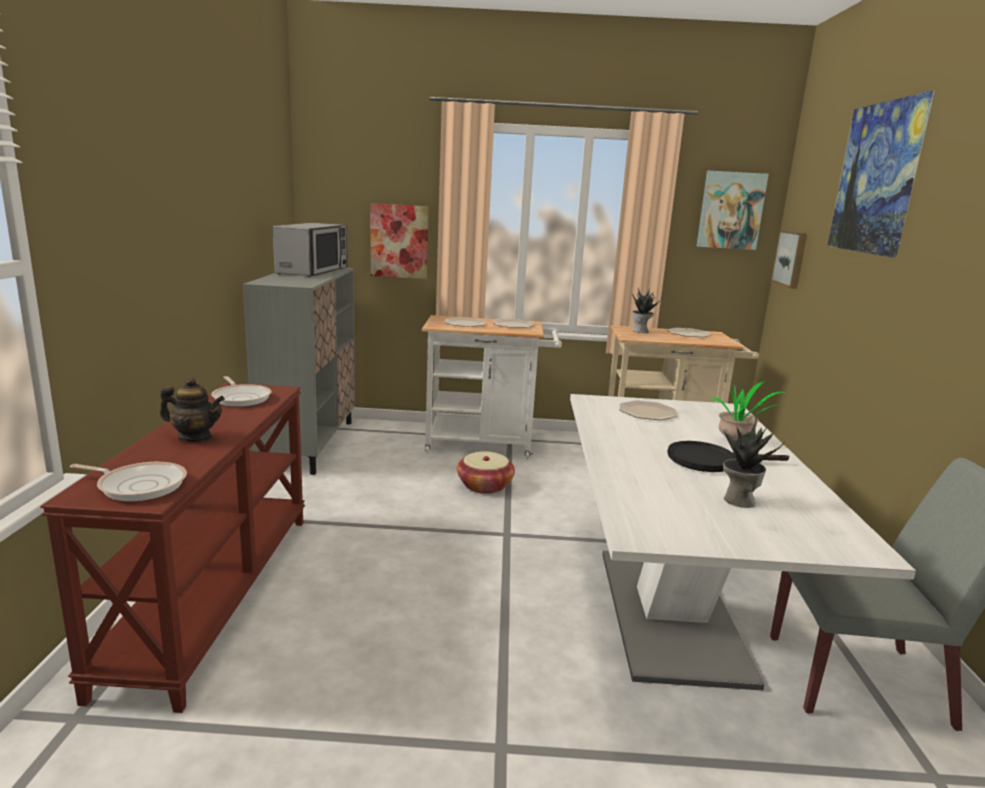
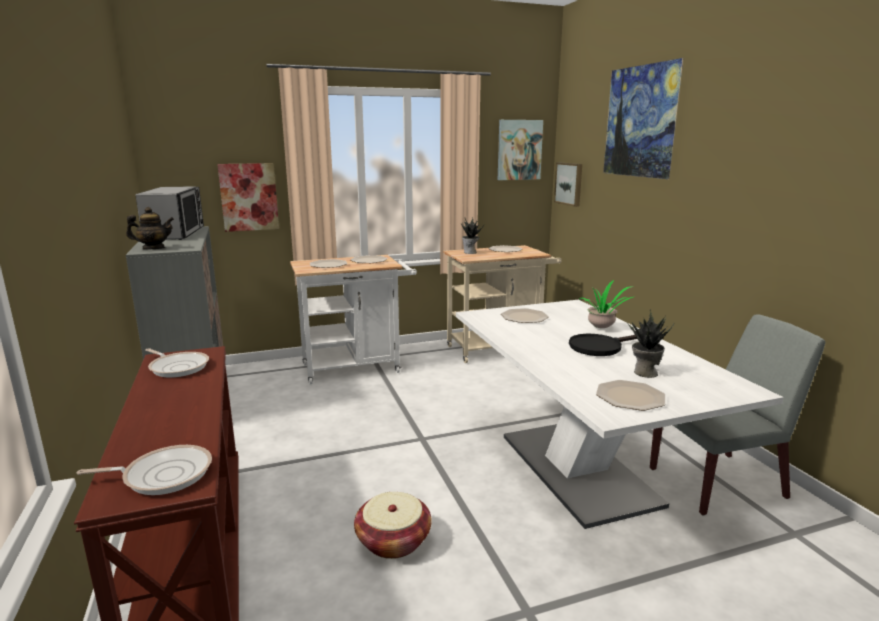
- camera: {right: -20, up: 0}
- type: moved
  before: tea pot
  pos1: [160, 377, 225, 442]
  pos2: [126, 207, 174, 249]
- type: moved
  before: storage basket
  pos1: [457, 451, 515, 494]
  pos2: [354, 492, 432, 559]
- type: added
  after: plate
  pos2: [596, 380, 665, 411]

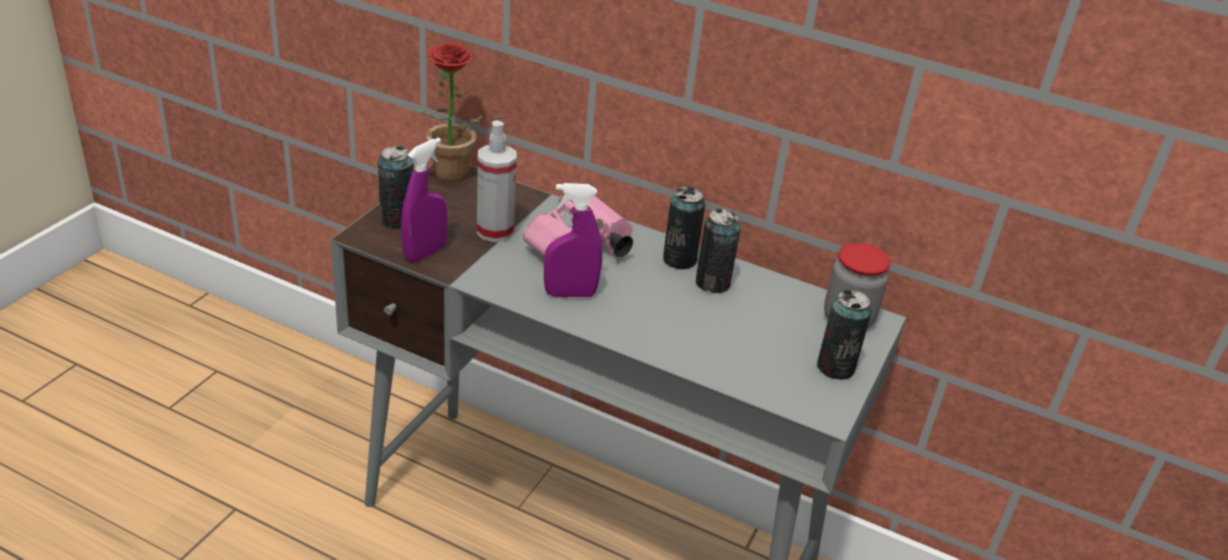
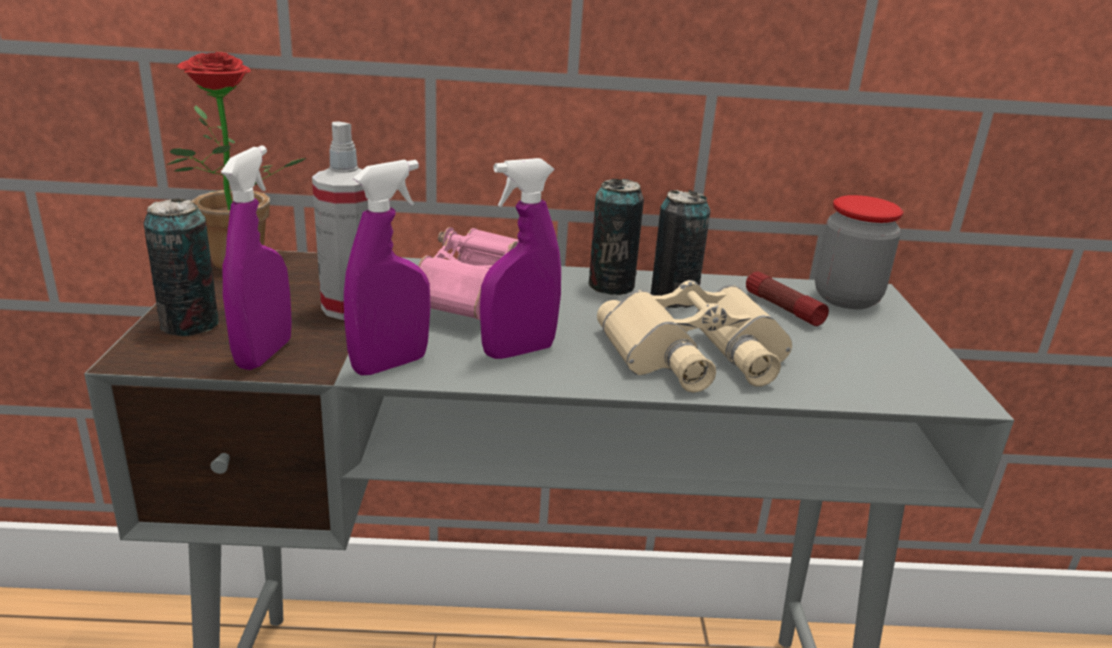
- camera: {right: -25, up: -10}
- type: removed
  before: can
  pos1: [817, 290, 871, 380]
- type: added
  after: sprayer (purple)
  pos2: [344, 160, 431, 375]
- type: added
  after: torch
  pos2: [746, 271, 829, 326]
- type: added
  after: binoculars (beige-coloured)
  pos2: [597, 280, 792, 393]

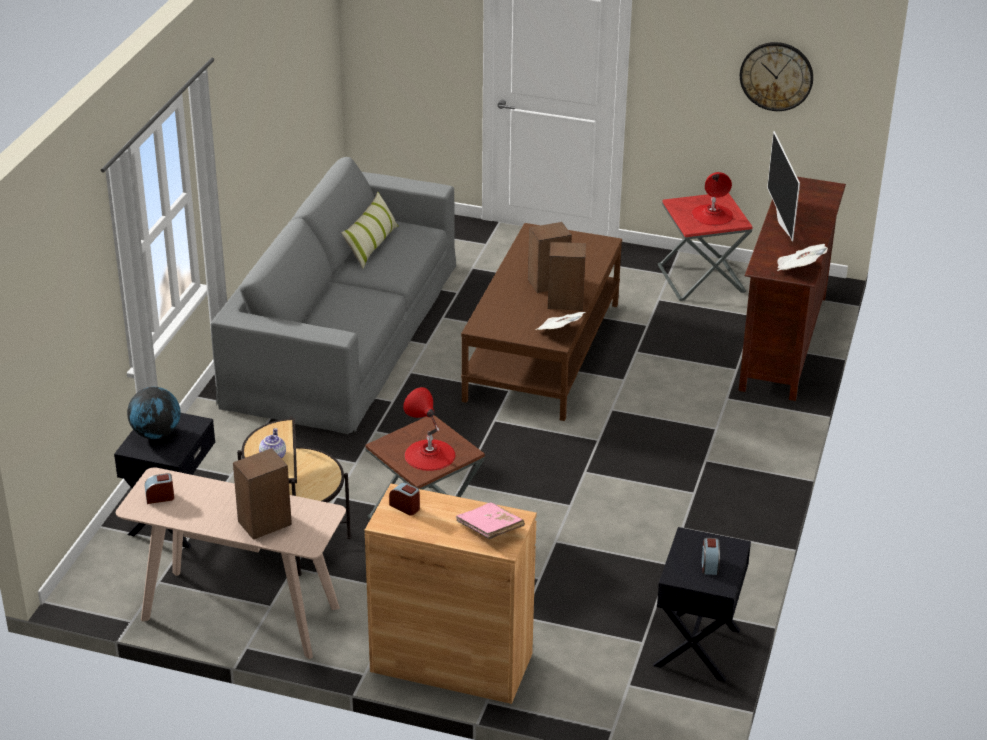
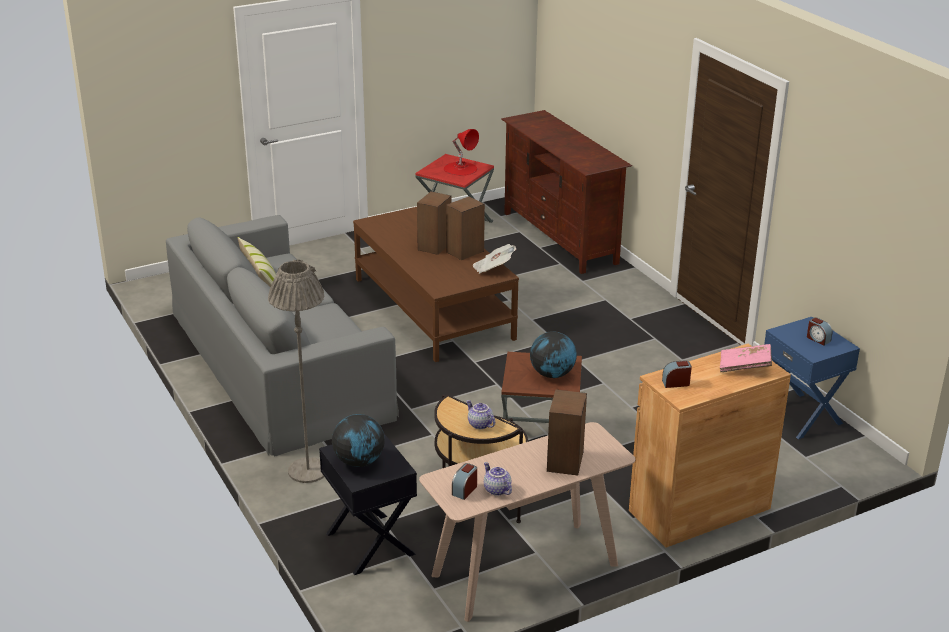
- camera: {right: -45, up: -5}
- type: removed
  before: clock on the wall
  pos1: [740, 42, 813, 111]
- type: removed
  before: TV set
  pos1: [767, 131, 800, 242]
- type: removed
  before: newspaper
  pos1: [777, 244, 828, 271]
- type: replaced
  before: lamp for a table (red)
  after: world globe
  pos1: [403, 387, 455, 471]
  pos2: [530, 331, 577, 378]
- type: recoloured
  before: bedside table (black)
  after: bedside table (bluish)
  pos1: [653, 527, 751, 682]
  pos2: [764, 317, 860, 439]
- type: added
  after: standard lamp (grey)
  pos2: [268, 260, 324, 483]
- type: added
  after: tea pot
  pos2: [484, 462, 512, 496]

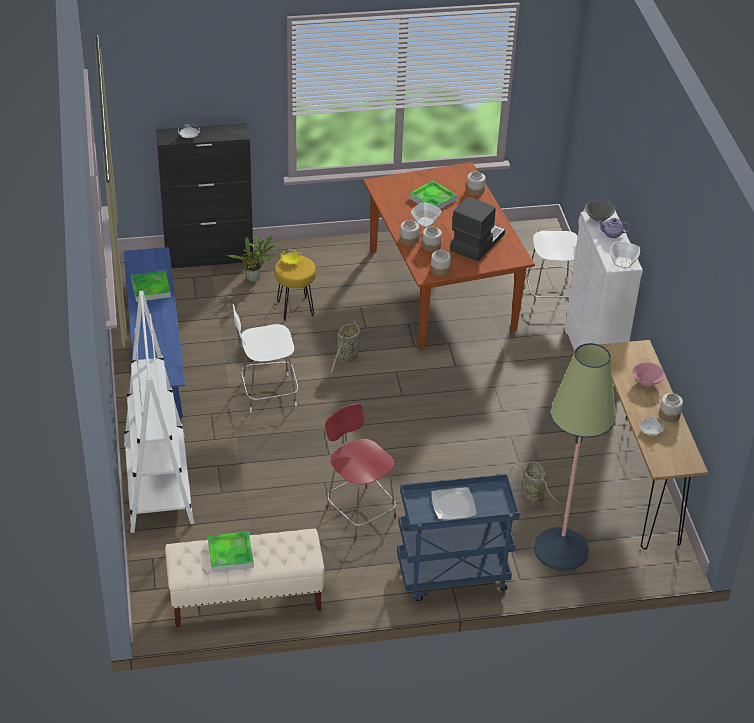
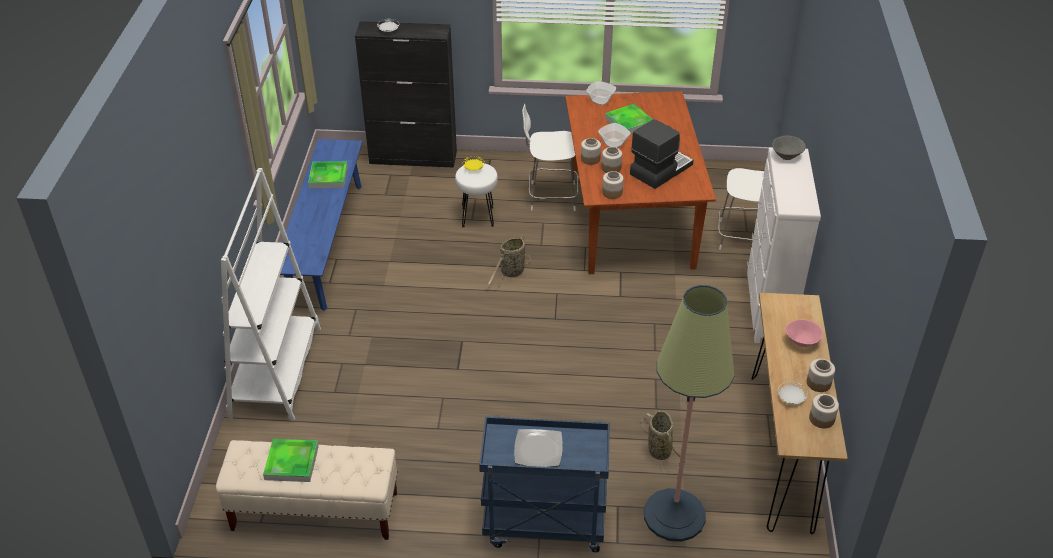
- camera: {right: 15, up: 0}
- type: moved
  before: jar
  pos1: [466, 171, 485, 196]
  pos2: [809, 394, 839, 429]
- type: removed
  before: tea pot
  pos1: [598, 218, 630, 238]
- type: removed
  before: houseplant
  pos1: [226, 234, 276, 282]
- type: moved
  before: deep dish
  pos1: [610, 241, 640, 268]
  pos2: [586, 81, 616, 105]
- type: recoloured
  before: stool (yellow-coloured)
  after: stool (white)
  pos1: [274, 256, 316, 321]
  pos2: [455, 163, 498, 228]
- type: moved
  before: chair (white)
  pos1: [233, 304, 298, 412]
  pos2: [522, 104, 579, 211]
- type: removed
  before: chair (red)
  pos1: [325, 403, 396, 540]

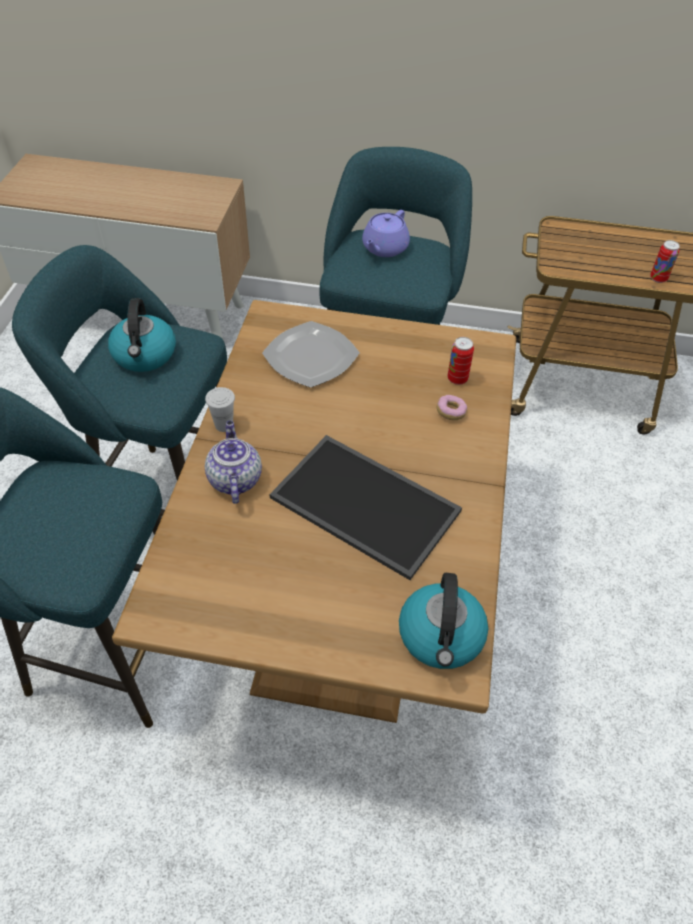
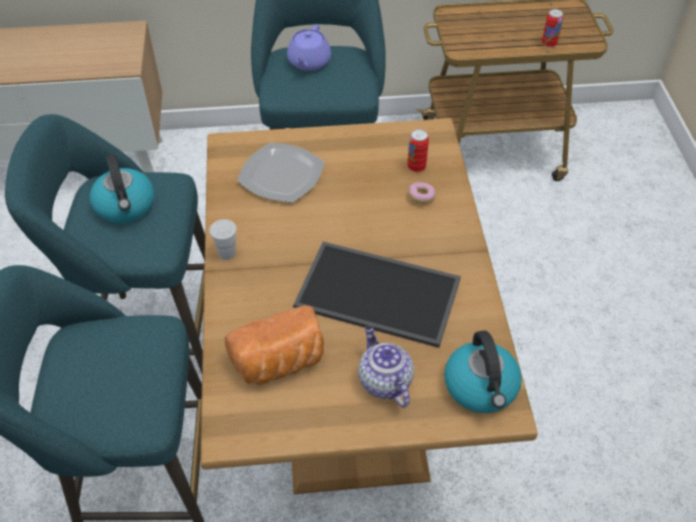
- camera: {right: -15, up: 0}
- type: moved
  before: tea pot
  pos1: [205, 421, 262, 504]
  pos2: [358, 325, 414, 408]
- type: added
  after: bakery bread
  pos2: [225, 305, 324, 385]

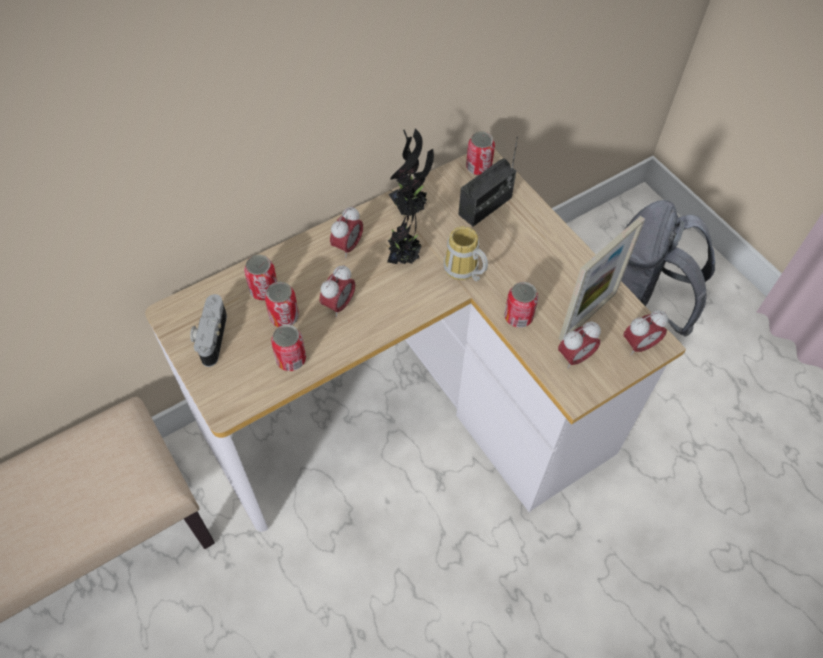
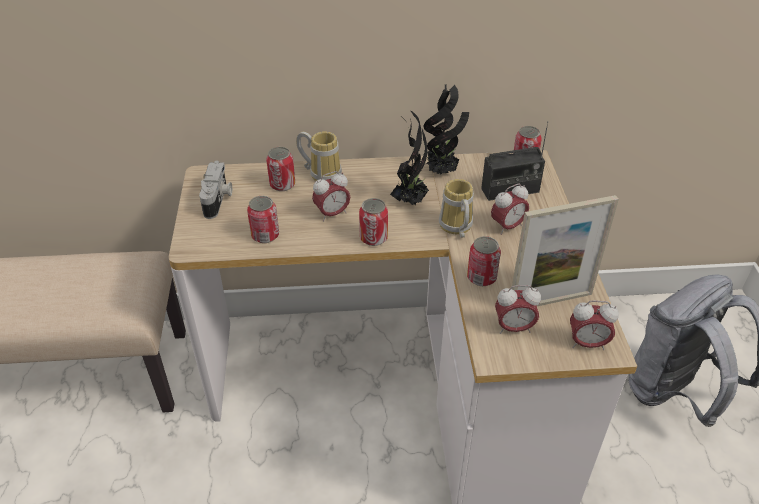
- camera: {right: 30, up: -15}
- type: moved
  before: table clock
  pos1: [330, 206, 363, 258]
  pos2: [491, 183, 529, 235]
- type: moved
  before: can
  pos1: [265, 282, 299, 327]
  pos2: [359, 198, 388, 246]
- type: turned
  before: photo camera
  pos1: [190, 294, 227, 367]
  pos2: [199, 160, 232, 219]
  turn: 150
- type: added
  after: tea mug
  pos2: [296, 131, 342, 181]

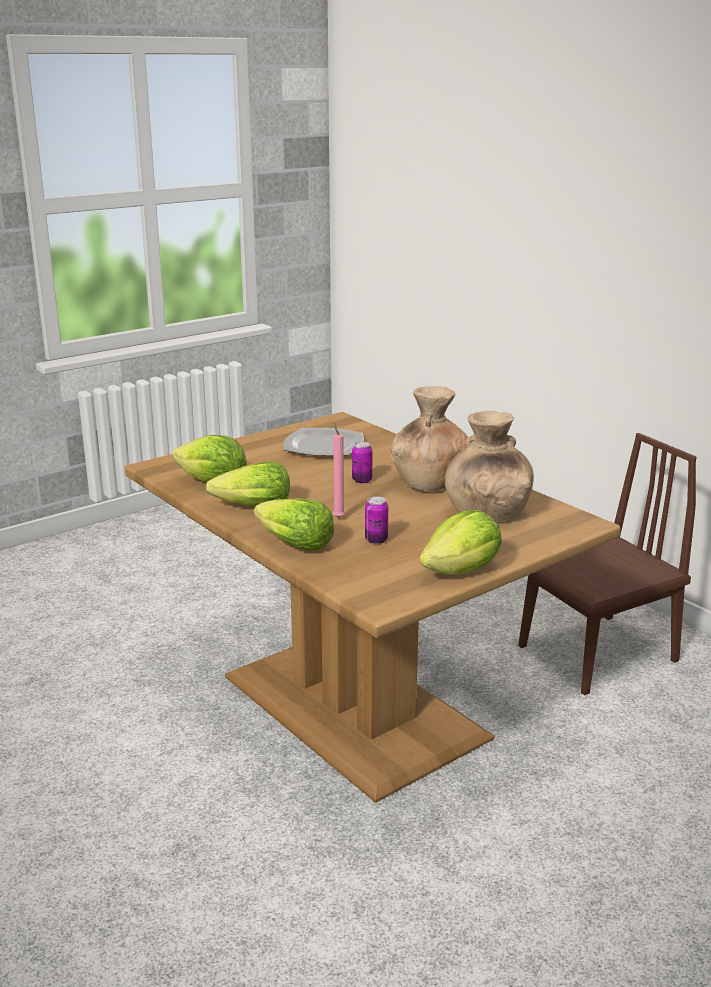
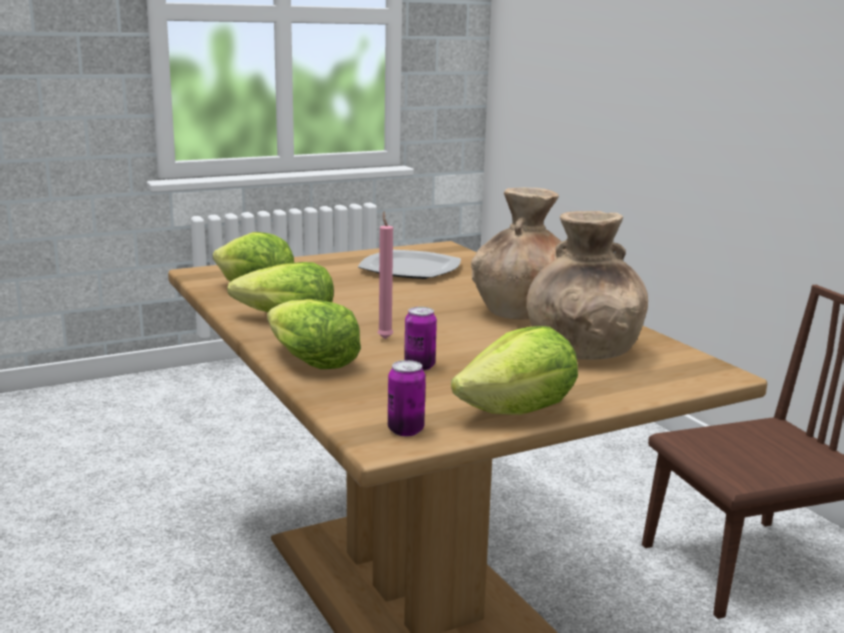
- camera: {right: 10, up: -5}
- type: moved
  before: can
  pos1: [352, 442, 372, 483]
  pos2: [388, 360, 426, 436]

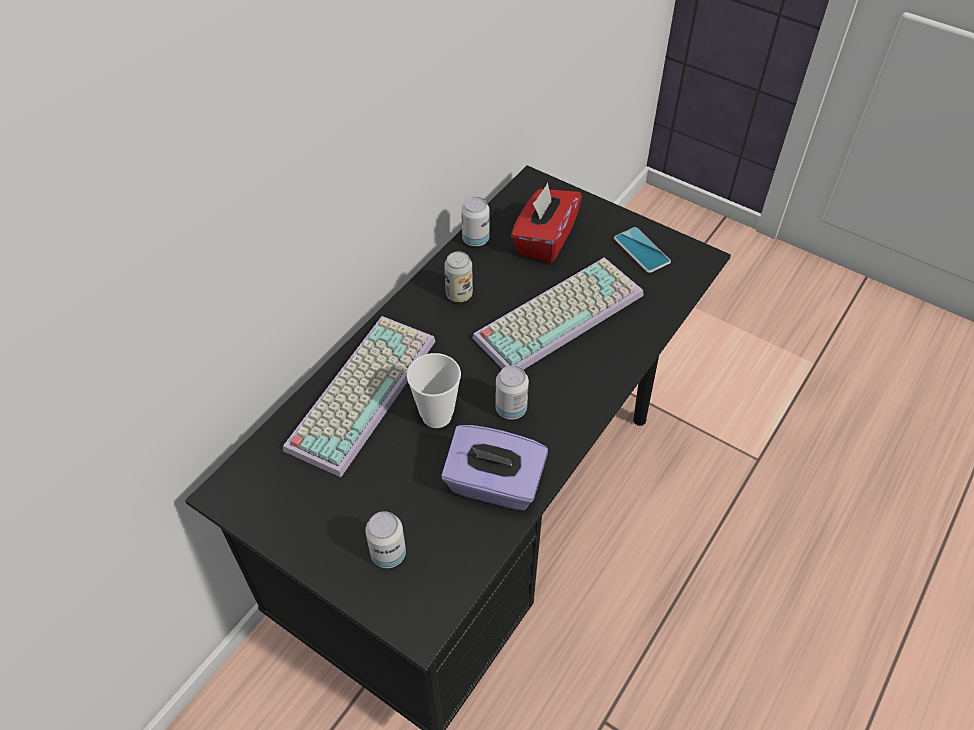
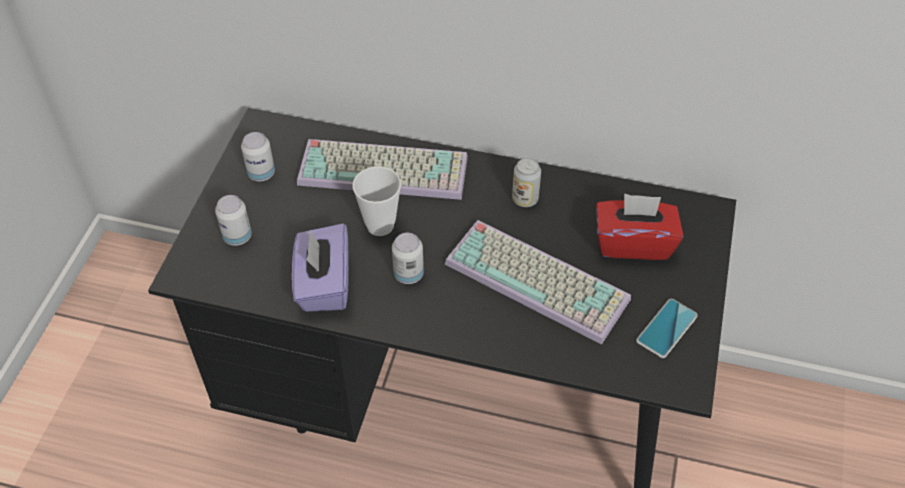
- camera: {right: 70, up: 0}
- type: moved
  before: can
  pos1: [461, 196, 489, 246]
  pos2: [241, 132, 275, 181]

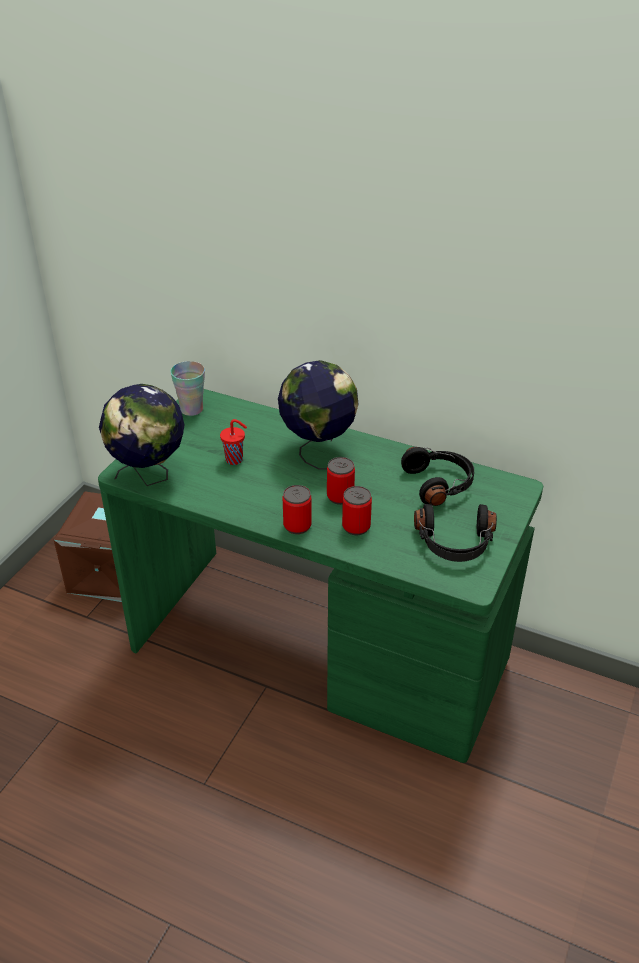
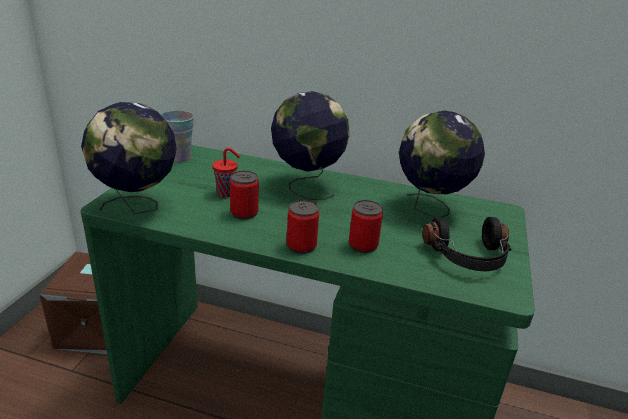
- camera: {right: -10, up: -10}
- type: replaced
  before: headset (black)
  after: world globe
  pos1: [401, 447, 474, 506]
  pos2: [399, 111, 485, 218]
- type: moved
  before: can
  pos1: [327, 457, 355, 505]
  pos2: [230, 171, 259, 220]

